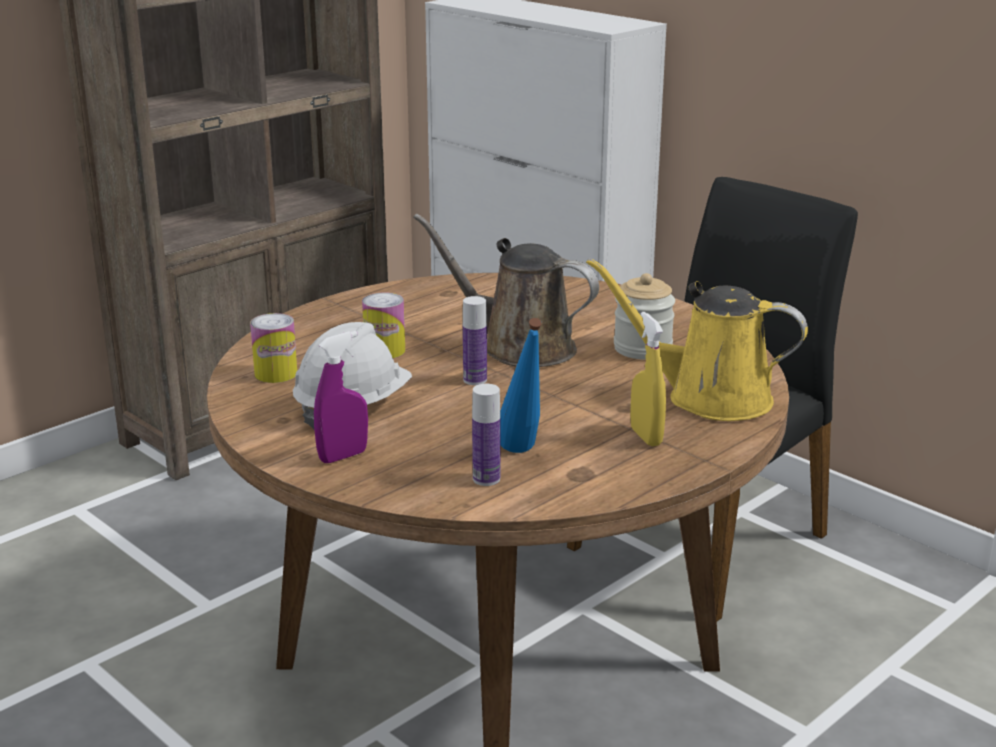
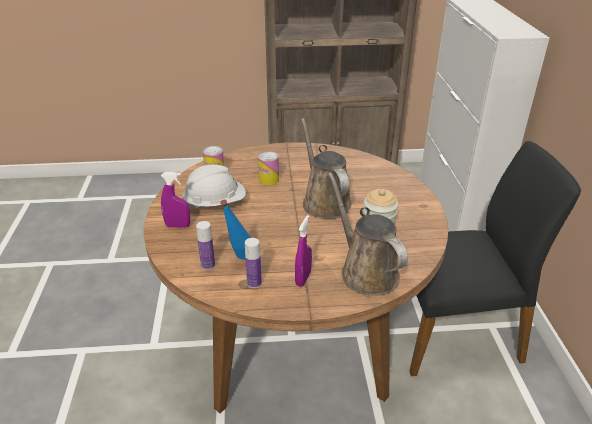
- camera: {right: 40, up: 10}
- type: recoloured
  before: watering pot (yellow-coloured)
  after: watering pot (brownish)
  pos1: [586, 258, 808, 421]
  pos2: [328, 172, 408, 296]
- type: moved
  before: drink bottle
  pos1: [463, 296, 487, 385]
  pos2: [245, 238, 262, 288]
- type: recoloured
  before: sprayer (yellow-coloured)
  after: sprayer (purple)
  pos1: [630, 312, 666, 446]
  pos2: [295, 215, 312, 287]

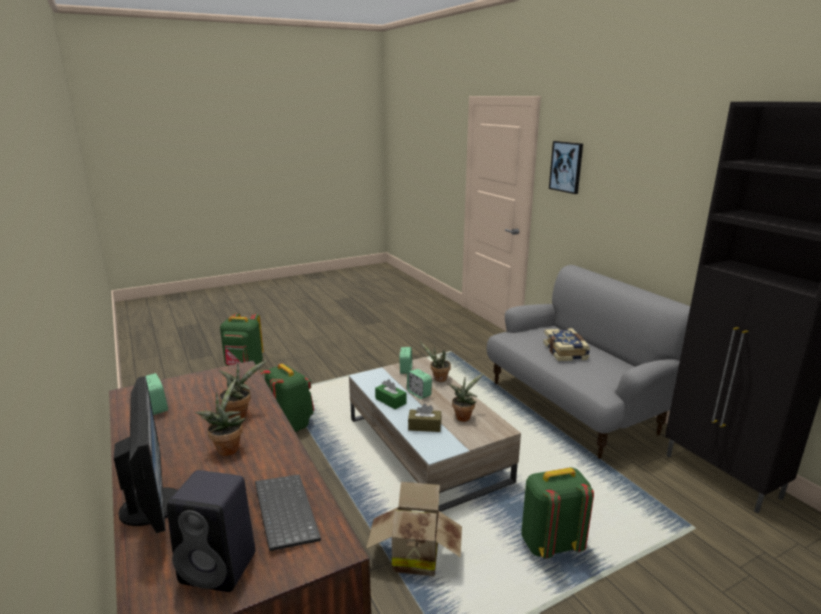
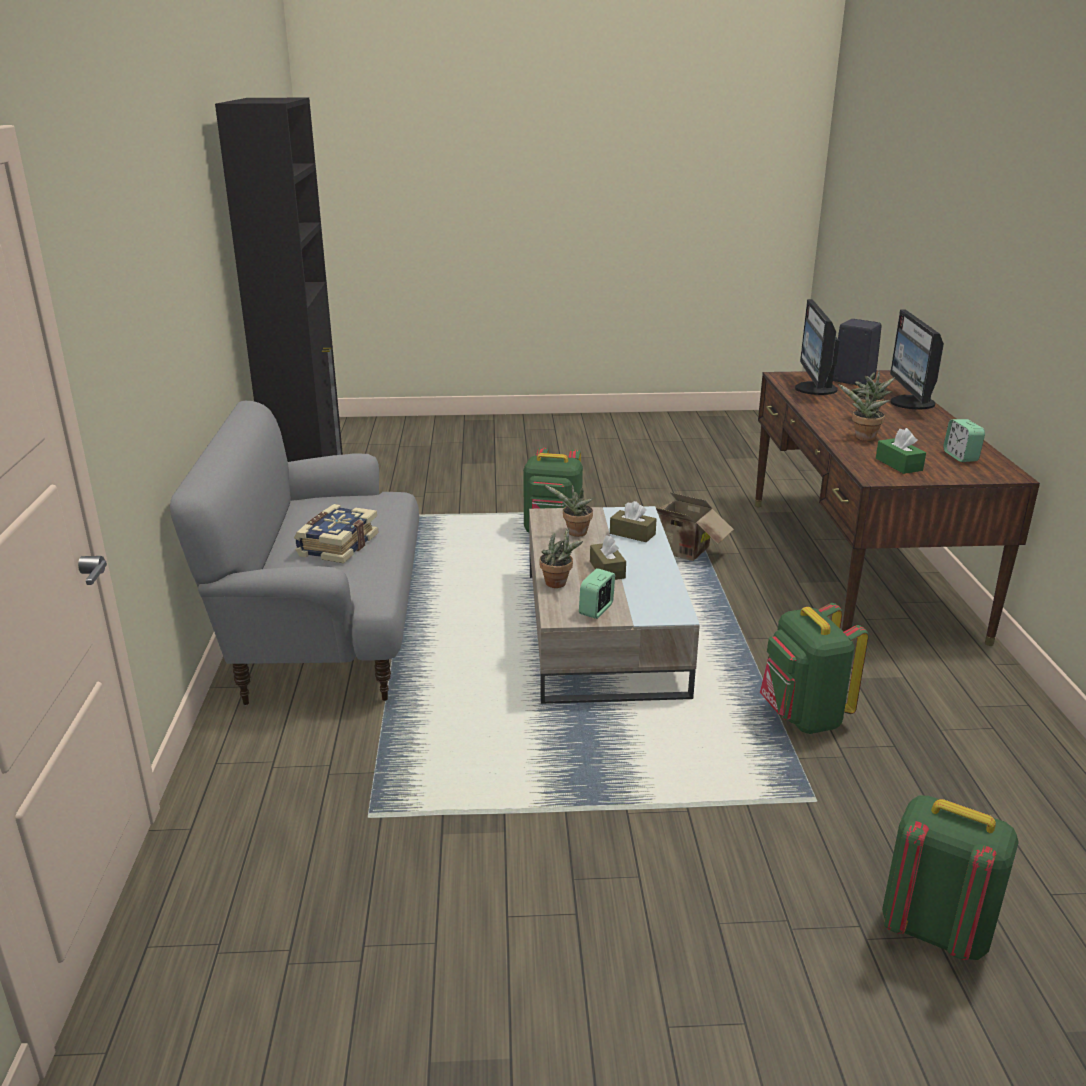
- camera: {right: -155, up: 5}
- type: removed
  before: picture
  pos1: [549, 141, 583, 194]
- type: replaced
  before: table clock
  after: tissue box (brownish)
  pos1: [407, 369, 432, 399]
  pos2: [590, 535, 626, 580]
- type: moved
  before: tissue box (greenish)
  pos1: [375, 379, 406, 409]
  pos2: [876, 428, 926, 474]
- type: replaced
  before: PC keyboard
  after: computer screen
  pos1: [255, 474, 321, 551]
  pos2: [795, 299, 840, 395]

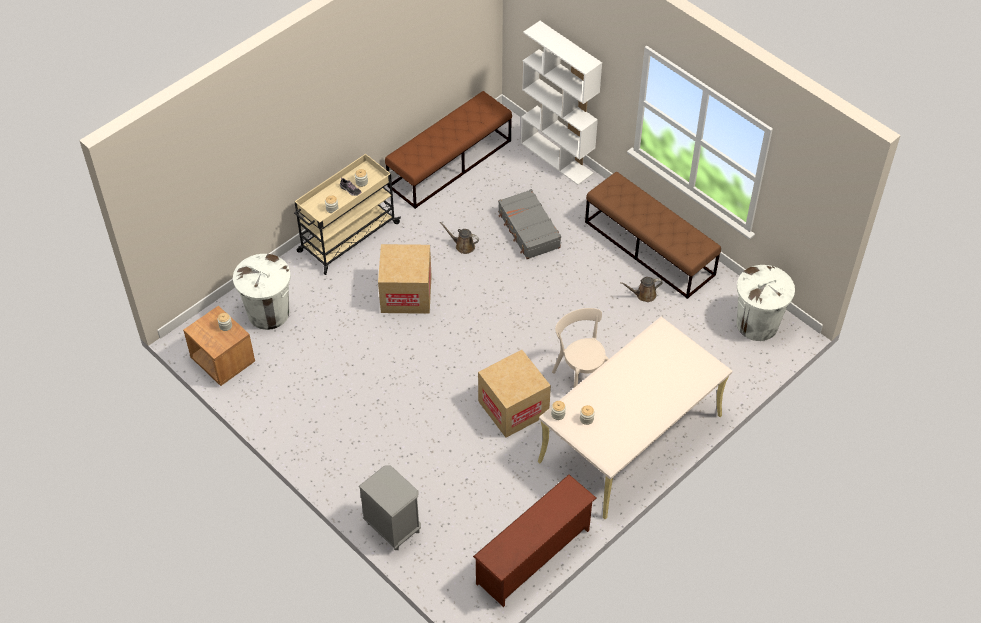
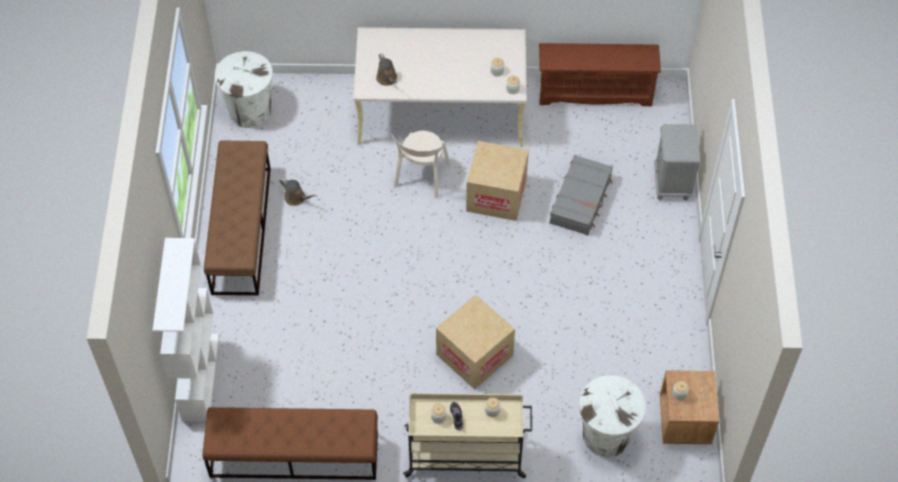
- camera: {right: -135, up: 5}
- type: moved
  before: travel case (grey)
  pos1: [498, 189, 561, 259]
  pos2: [549, 155, 613, 235]
- type: moved
  before: watering pot (brownish)
  pos1: [439, 222, 479, 254]
  pos2: [376, 53, 397, 86]

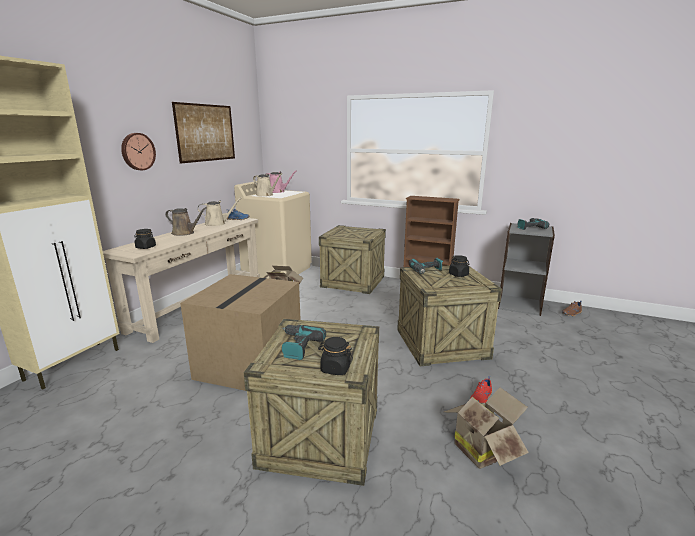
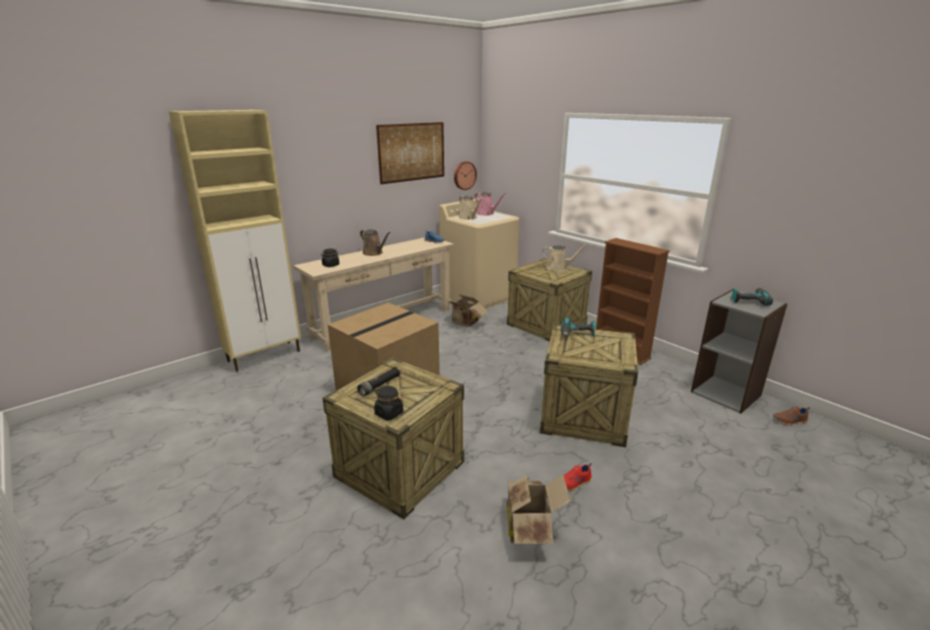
- camera: {right: 25, up: 5}
- type: moved
  before: clock on the wall
  pos1: [121, 133, 156, 170]
  pos2: [454, 161, 477, 190]
- type: moved
  before: watering pot (beige-coloured)
  pos1: [198, 197, 242, 226]
  pos2: [542, 244, 587, 271]
- type: removed
  before: jar (black)
  pos1: [449, 255, 469, 277]
- type: replaced
  before: drill
  after: torch (black)
  pos1: [282, 325, 326, 360]
  pos2: [357, 367, 400, 396]

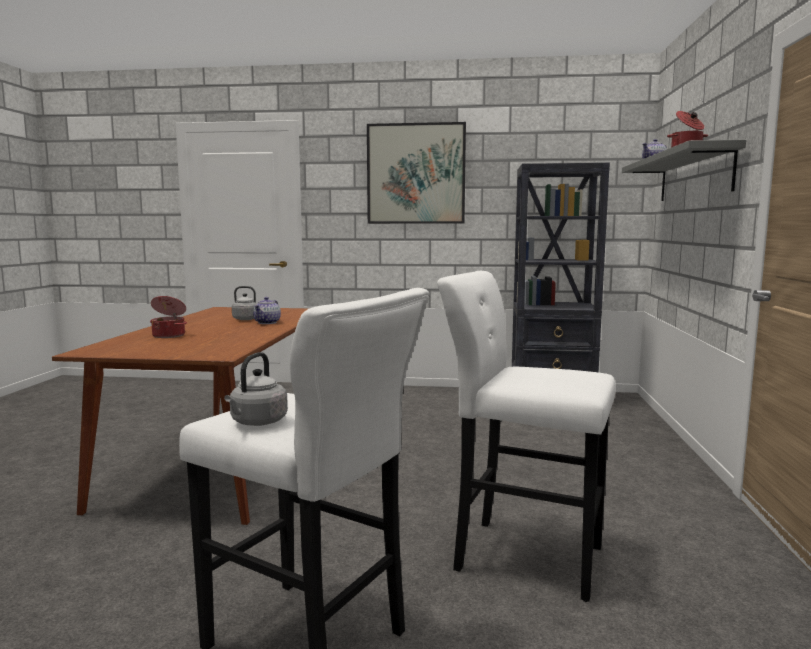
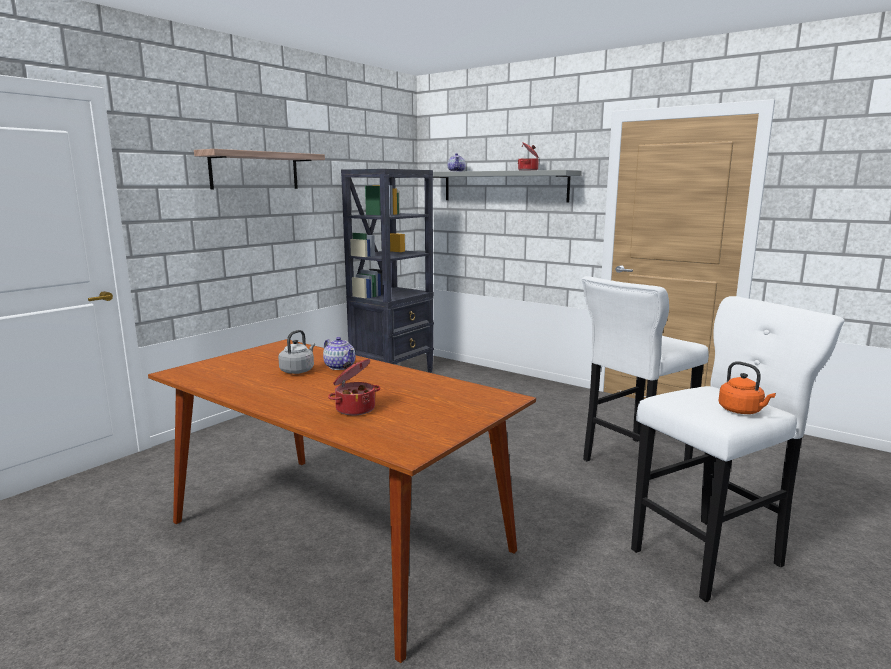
- camera: {right: -60, up: 5}
- type: replaced
  before: picture
  after: shelf
  pos1: [367, 122, 466, 224]
  pos2: [194, 149, 325, 189]
- type: recoloured
  before: tea kettle (grey)
  after: tea kettle (orange-coloured)
  pos1: [224, 352, 288, 426]
  pos2: [719, 361, 776, 414]

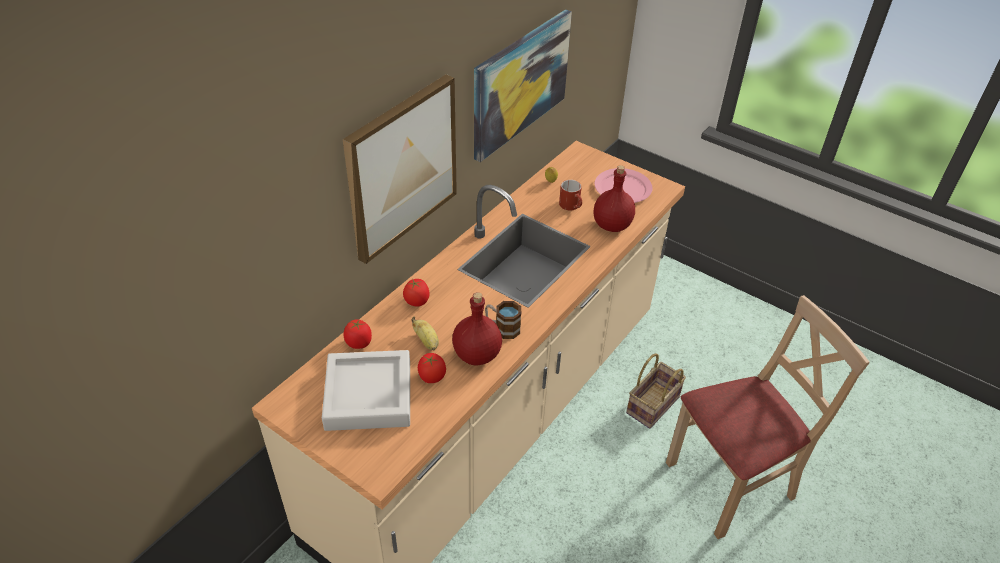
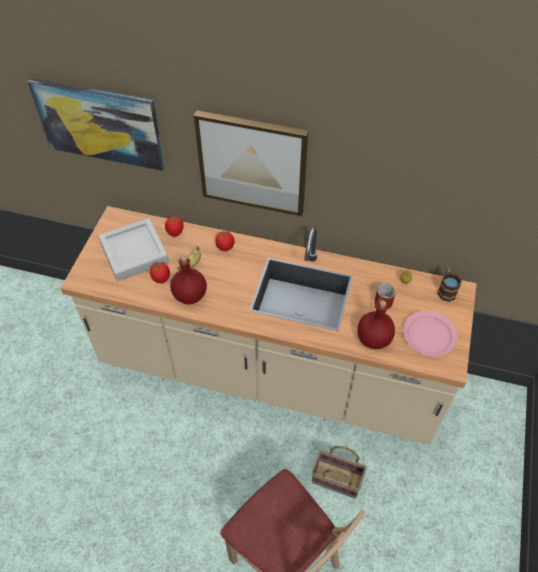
- camera: {right: 70, up: 10}
- type: moved
  before: picture
  pos1: [474, 9, 572, 162]
  pos2: [27, 78, 165, 171]
- type: moved
  before: tea mug
  pos1: [485, 301, 521, 339]
  pos2: [437, 268, 462, 302]

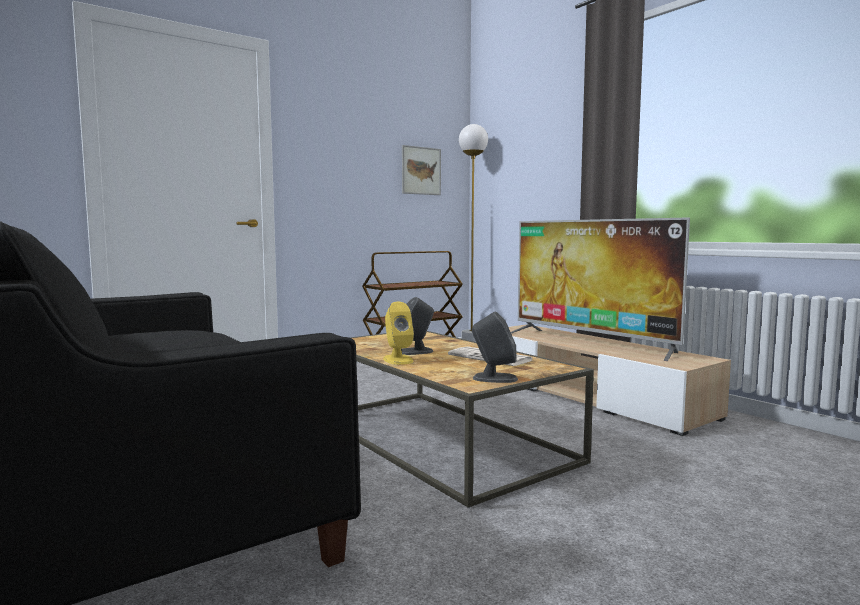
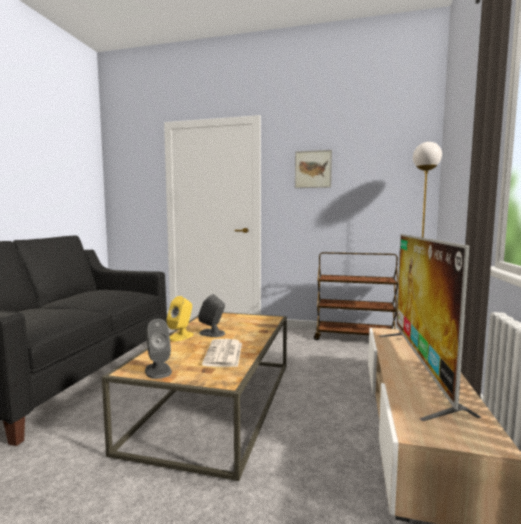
- camera: {right: 50, up: 0}
- type: moved
  before: picture
  pos1: [402, 145, 441, 195]
  pos2: [295, 150, 332, 188]

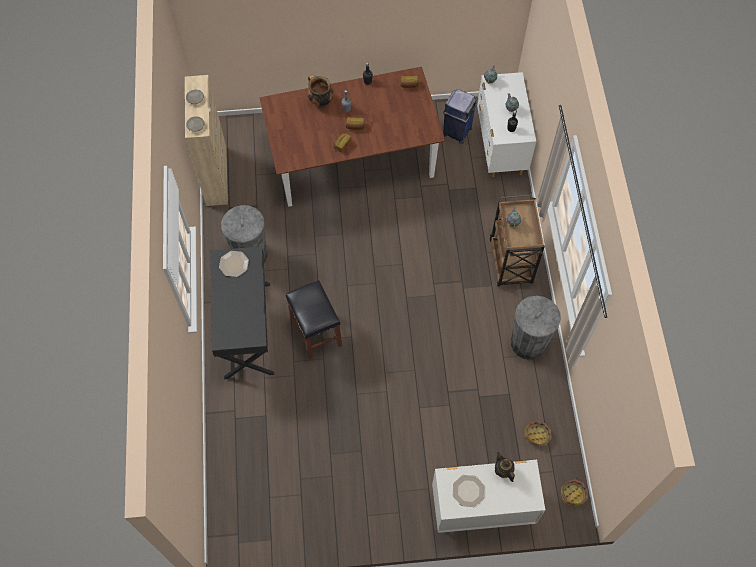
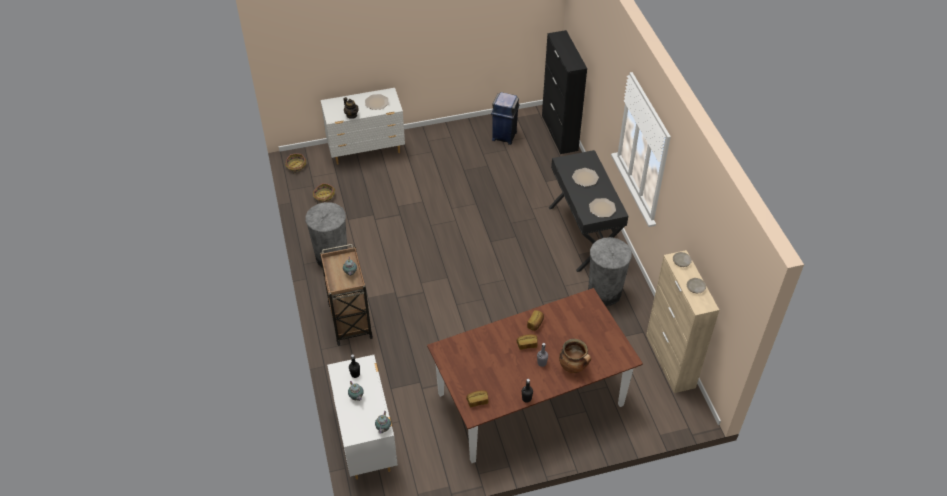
- camera: {right: 170, up: -15}
- type: moved
  before: trash can (bluish)
  pos1: [443, 89, 477, 144]
  pos2: [491, 92, 520, 145]
- type: removed
  before: stool (black)
  pos1: [286, 280, 342, 360]
- type: added
  after: storage cabinet (black)
  pos2: [542, 30, 587, 154]
- type: added
  after: plate
  pos2: [572, 168, 599, 187]

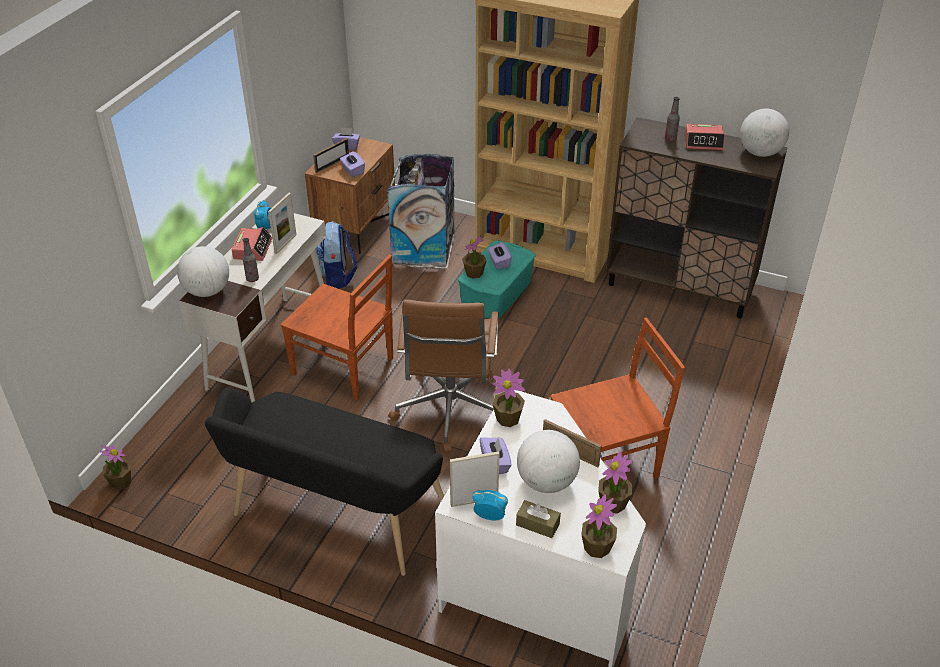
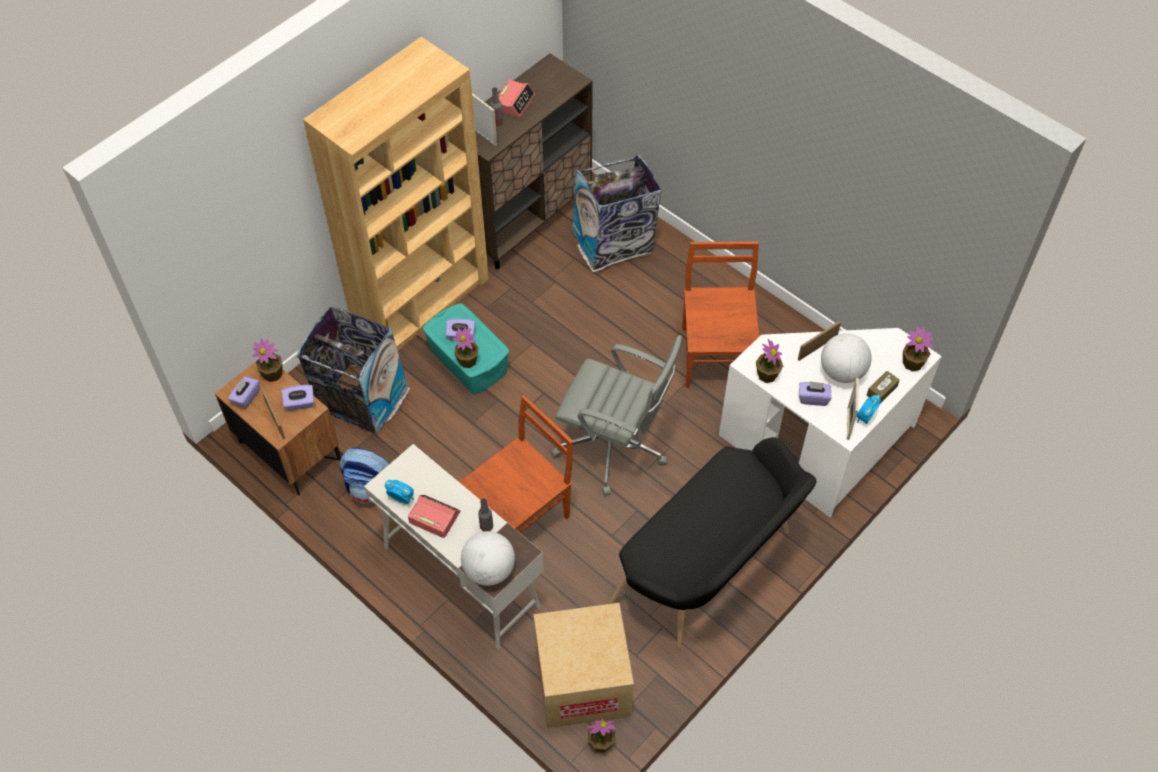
- camera: {right: -70, up: 15}
- type: removed
  before: world globe
  pos1: [740, 108, 789, 157]
- type: moved
  before: picture frame
  pos1: [268, 193, 296, 254]
  pos2: [472, 93, 497, 146]
- type: recoloured
  before: office chair (brownish)
  after: office chair (grey)
  pos1: [388, 299, 499, 454]
  pos2: [551, 335, 683, 496]
- type: moved
  before: houseplant
  pos1: [598, 451, 633, 514]
  pos2: [252, 339, 283, 382]
- type: added
  after: trash can
  pos2: [572, 155, 661, 272]
- type: added
  after: packing box
  pos2: [534, 603, 634, 728]

